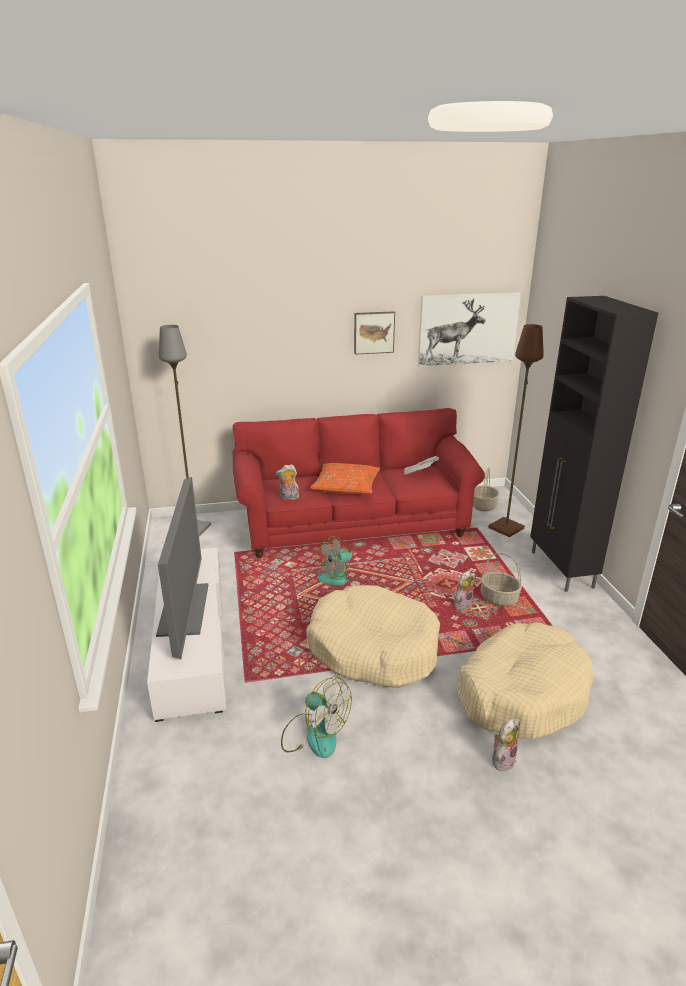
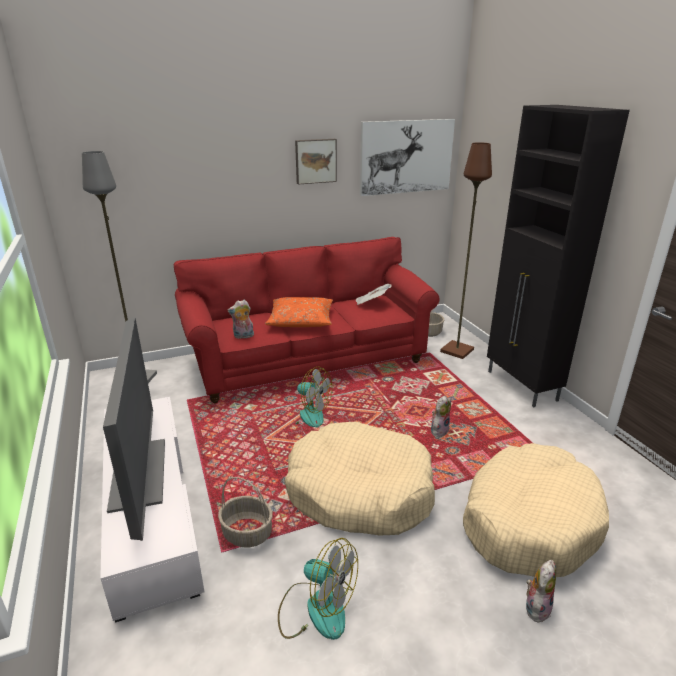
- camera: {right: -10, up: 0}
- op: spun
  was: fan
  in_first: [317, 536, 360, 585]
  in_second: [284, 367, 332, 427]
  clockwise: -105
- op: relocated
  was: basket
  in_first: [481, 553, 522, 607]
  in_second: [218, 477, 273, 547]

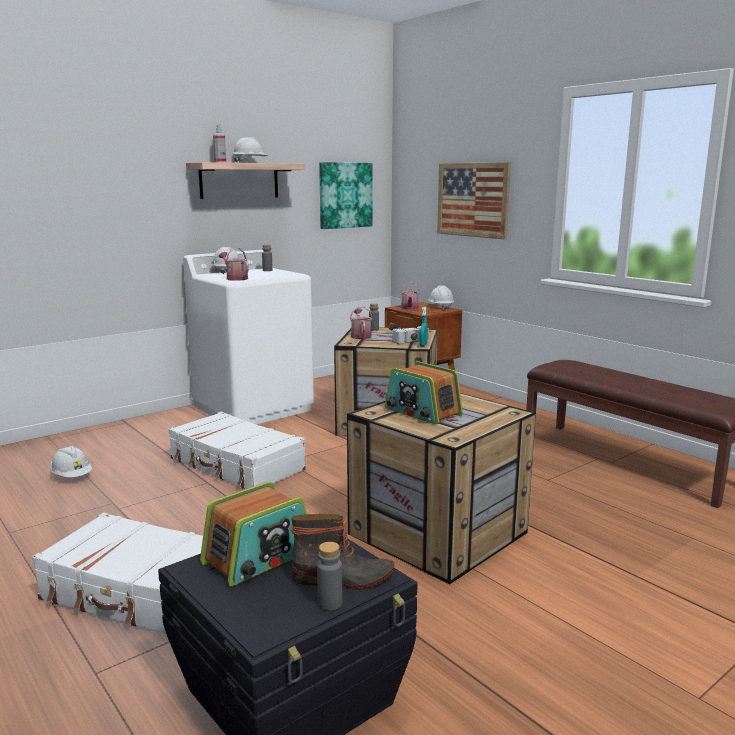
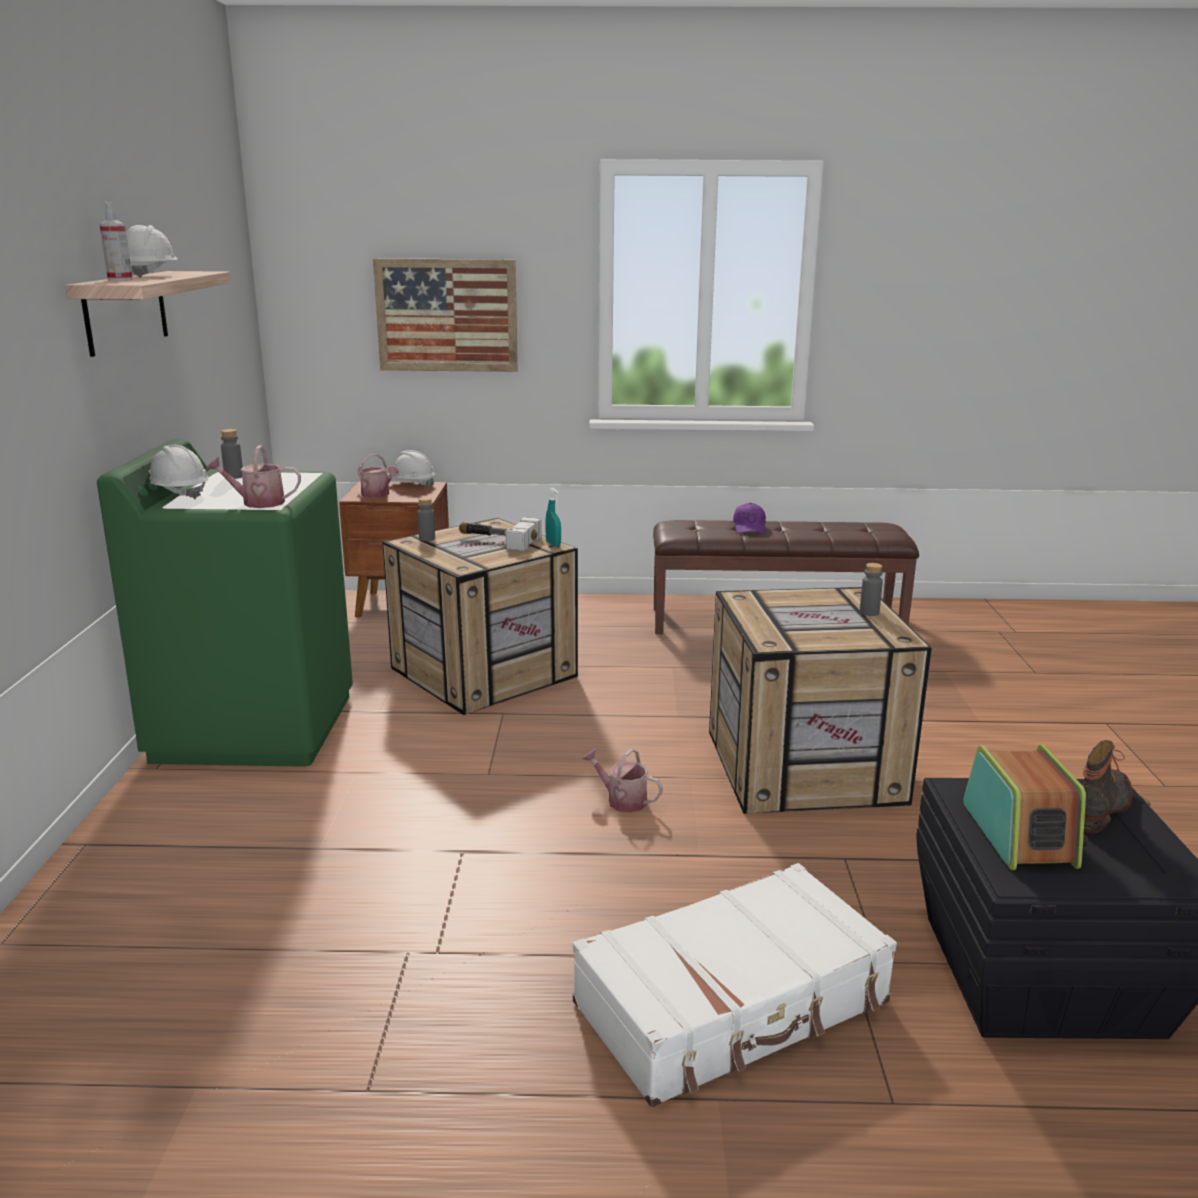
- camera: {right: -50, up: 5}
- op: missing
  was: picture
  in_first: [319, 162, 373, 229]
- op: colour
  was: white_washing_machine
  now: green_washing_machine
  in_first: [183, 250, 314, 424]
  in_second: [97, 439, 353, 767]
- op: relocated
  was: watering_can
  in_first: [350, 307, 373, 339]
  in_second: [582, 748, 663, 813]
- op: missing
  was: radio
  in_first: [385, 362, 463, 425]
- op: missing
  was: white_suitcase
  in_first: [168, 412, 306, 489]
- op: missing
  was: white_hard_hat
  in_first: [50, 446, 92, 478]
- op: relocated
  was: grey_bottle
  in_first: [317, 542, 342, 610]
  in_second: [859, 563, 883, 616]
- op: appeared
  now: purple_cap
  in_second: [733, 503, 766, 534]

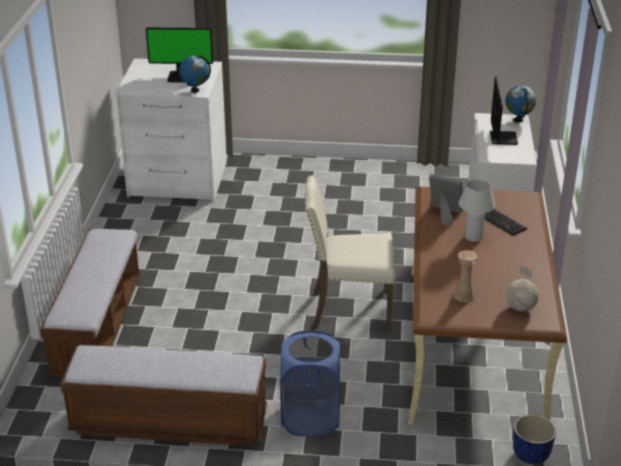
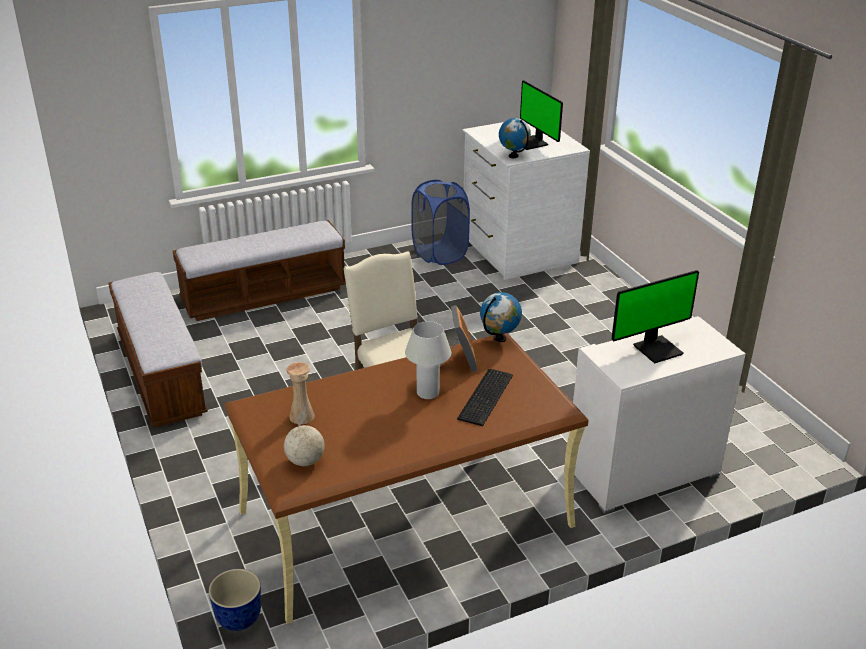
- camera: {right: 60, up: 0}
- op: relocated
  was: globe
  in_first: [505, 85, 536, 123]
  in_second: [480, 292, 522, 342]
- op: relocated
  was: blue_laundry_basket
  in_first: [280, 330, 340, 437]
  in_second: [411, 180, 470, 265]

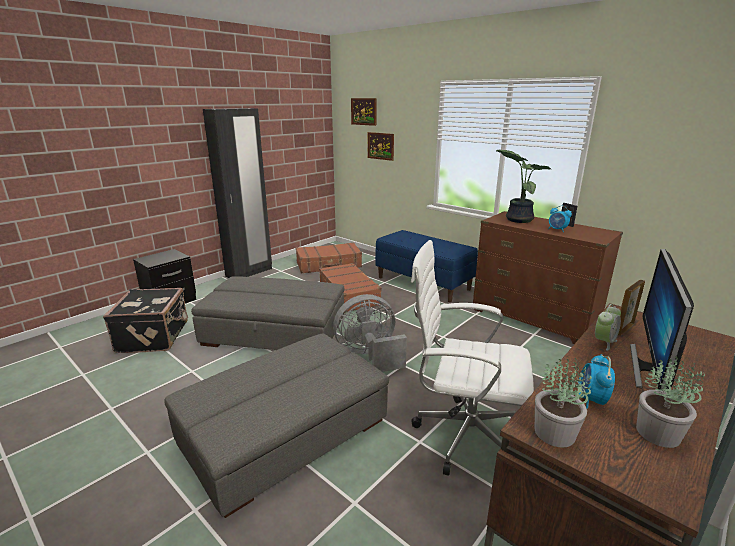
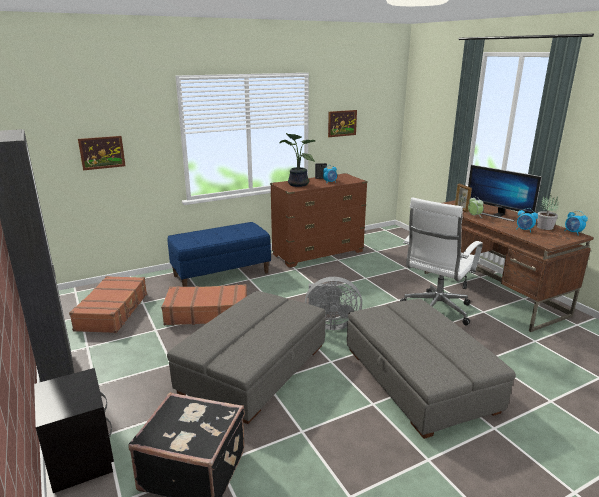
- camera: {right: -70, up: 0}
- op: relocated
  was: picture
  in_first: [351, 98, 377, 126]
  in_second: [328, 110, 357, 137]
- op: spun
  was: grey_fan
  in_first: [333, 294, 407, 372]
  in_second: [305, 277, 362, 330]
  clockwise: -90
- op: missing
  was: potted_plant
  in_first: [535, 358, 592, 447]
- op: appeared
  now: alarm_clock
  in_second: [565, 211, 588, 235]

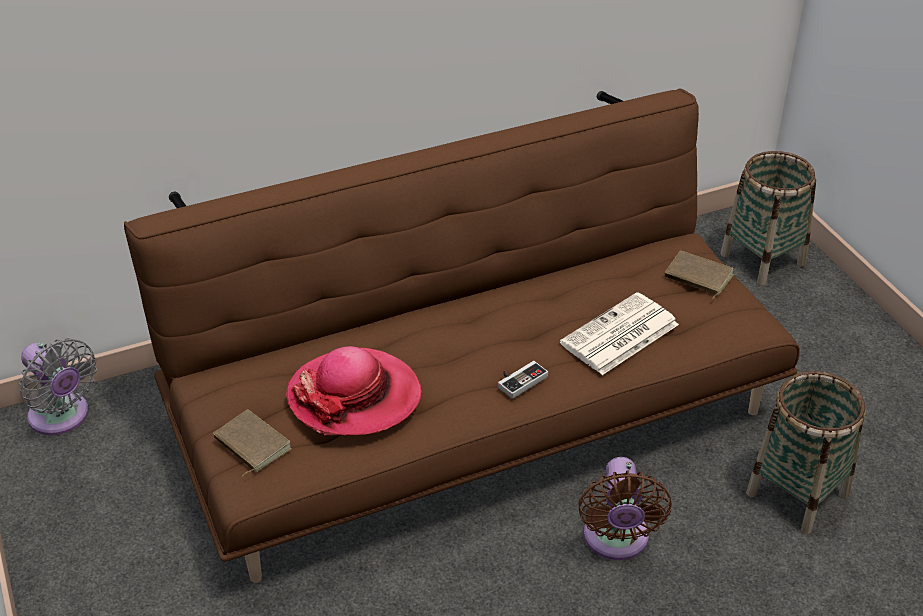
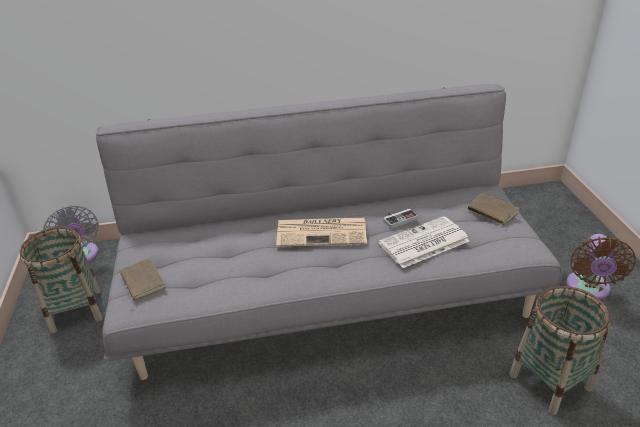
- camera: {right: 15, up: -5}
- op: colour
  was: brown_sofa
  now: grey_sofa
  in_first: [124, 88, 800, 583]
  in_second: [96, 84, 563, 380]
- op: relocated
  was: basket
  in_first: [720, 151, 816, 286]
  in_second: [20, 227, 103, 333]
- op: missing
  was: hat
  in_first: [286, 346, 422, 435]
- op: relocated
  was: game_controller
  in_first: [498, 361, 548, 399]
  in_second: [383, 209, 418, 229]
- op: relocated
  was: brown_fan
  in_first: [578, 457, 671, 560]
  in_second: [566, 234, 636, 300]
- op: appeared
  now: newspaper
  in_second: [276, 218, 367, 247]

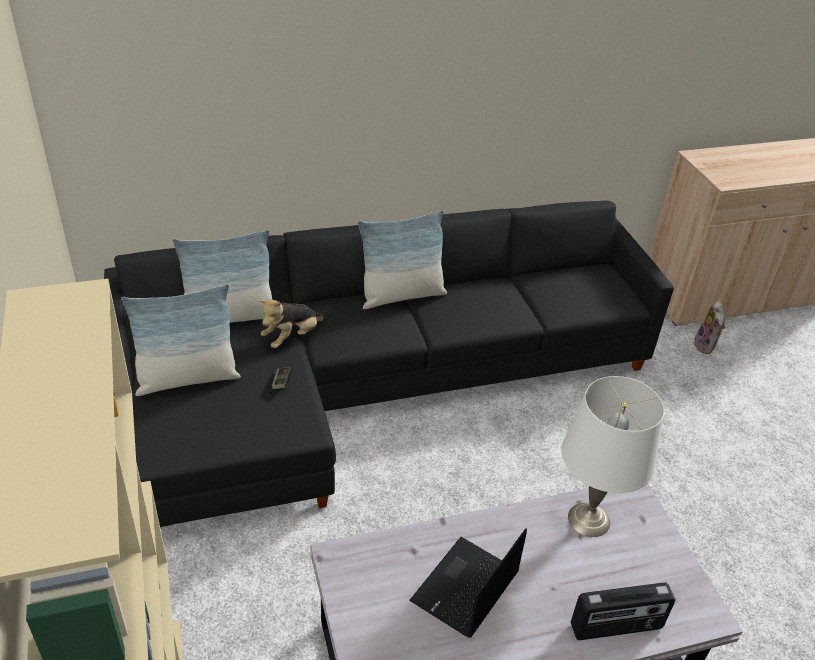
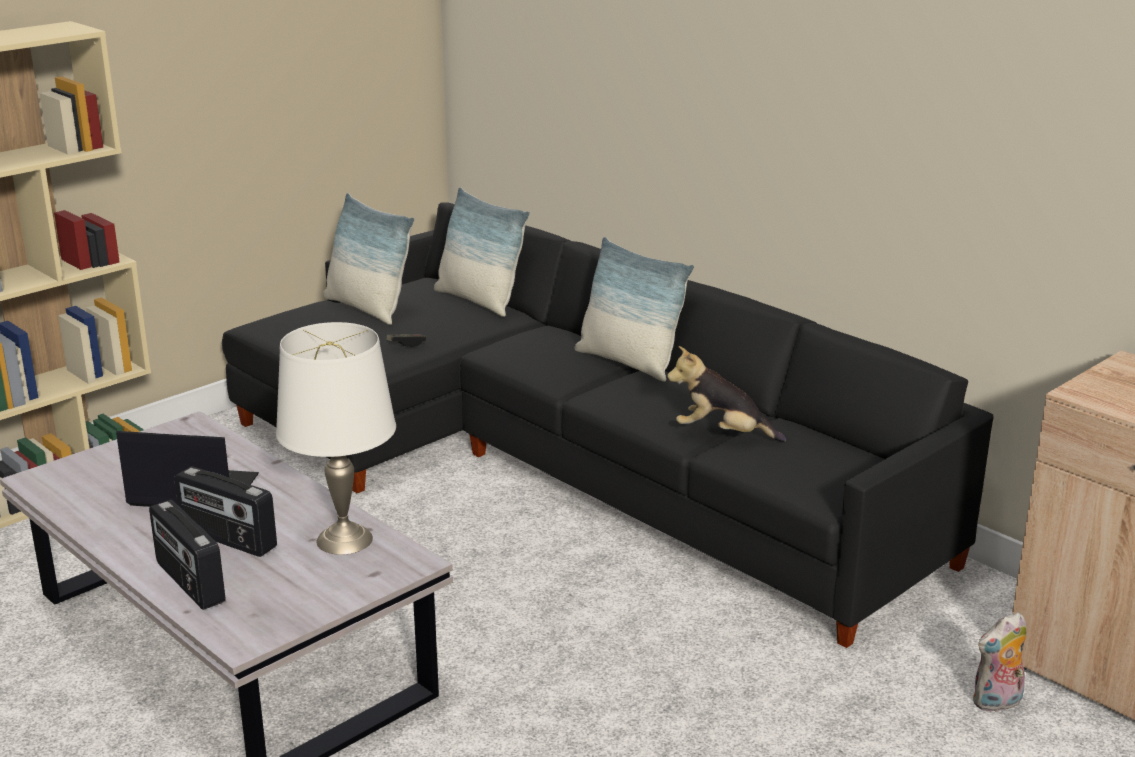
- camera: {right: 65, up: -15}
- op: relocated
  was: plush_toy
  in_first: [259, 300, 326, 348]
  in_second: [667, 346, 786, 442]
- op: appeared
  now: radio
  in_second: [174, 467, 277, 557]

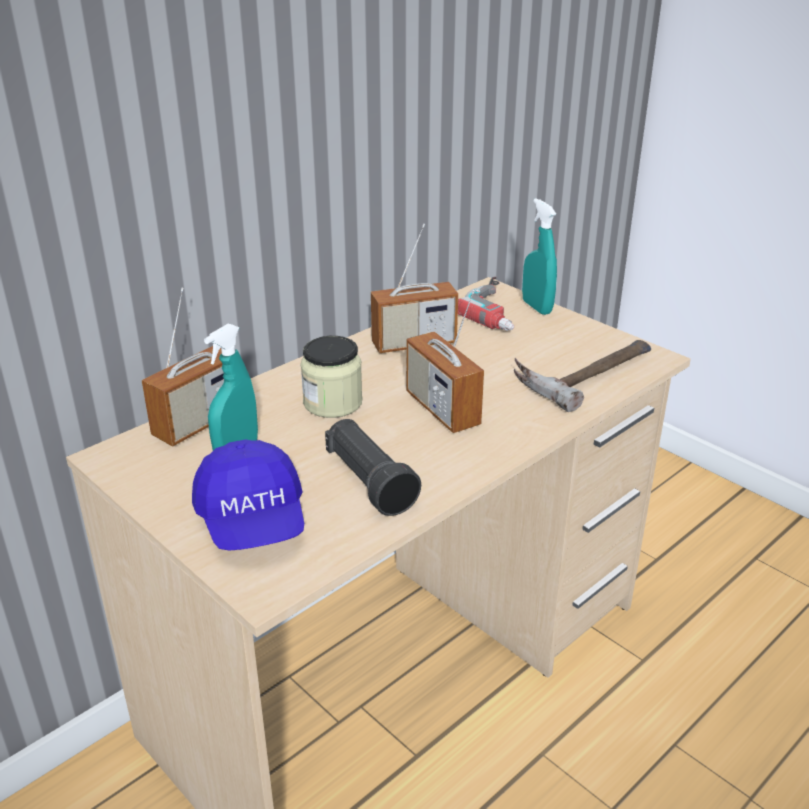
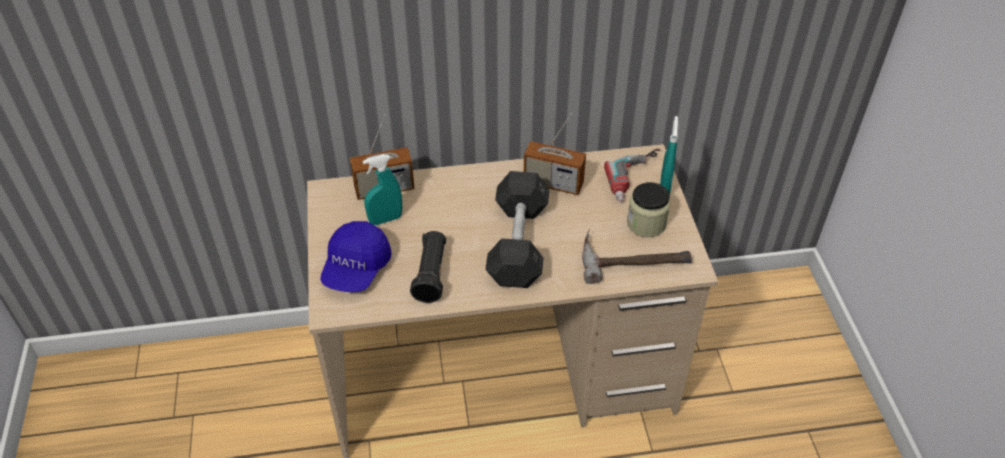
- camera: {right: 35, up: 15}
- op: exchanged
  was: radio
  now: grey_dumbbell
  in_first: [406, 290, 484, 433]
  in_second: [485, 171, 549, 288]
- op: relocated
  was: jar
  in_first: [301, 336, 362, 418]
  in_second: [627, 182, 670, 237]

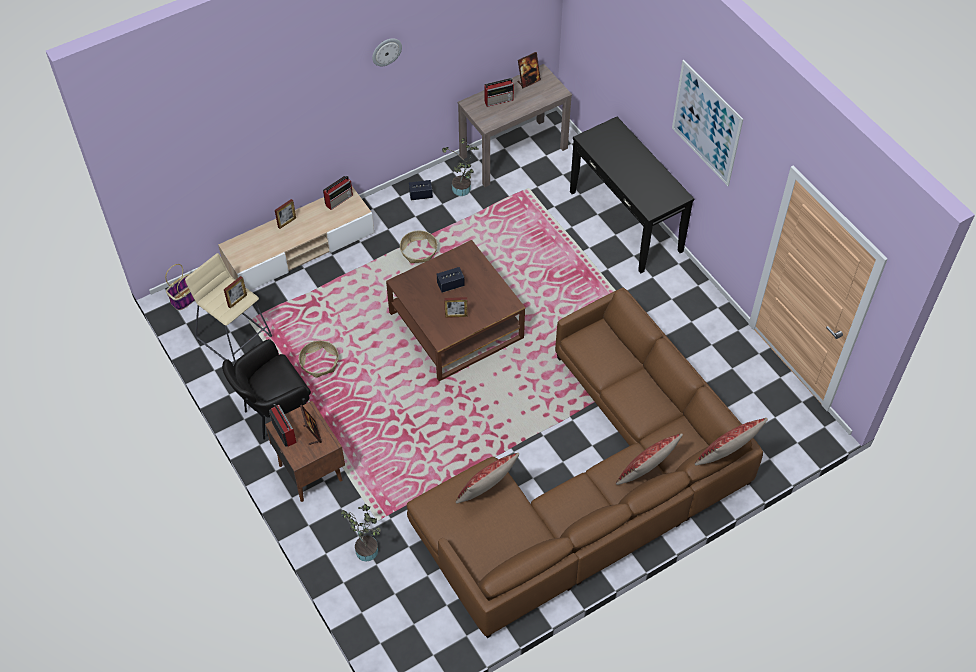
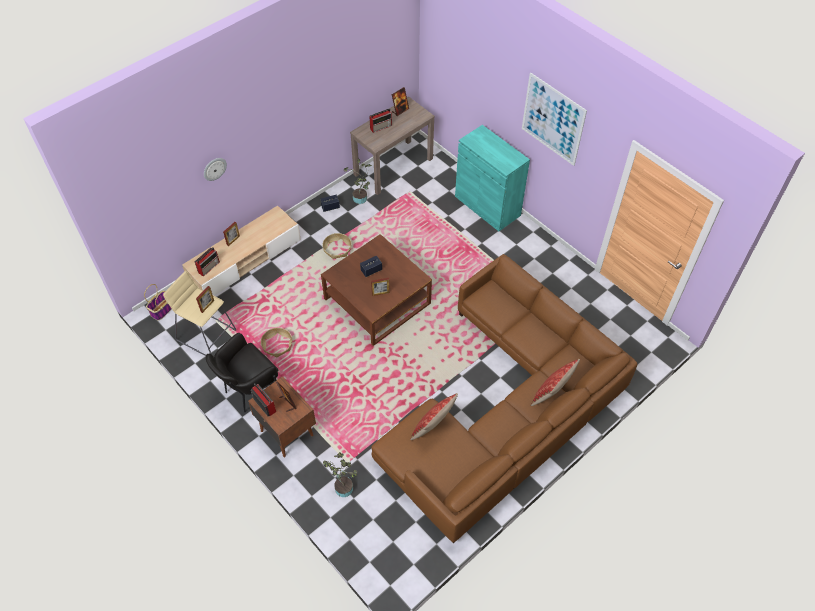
- camera: {right: -10, up: 0}
- op: relocated
  was: wall_clock
  in_first: [372, 38, 402, 66]
  in_second: [204, 158, 227, 181]
- op: exchanged
  was: black_console_table
  now: turquoise_cabinet
  in_first: [570, 117, 694, 273]
  in_second: [455, 125, 530, 231]
- op: relocated
  was: radio
  in_first: [323, 176, 353, 210]
  in_second: [194, 247, 220, 277]
- op: missing
  was: pillow
  in_first: [695, 418, 768, 466]

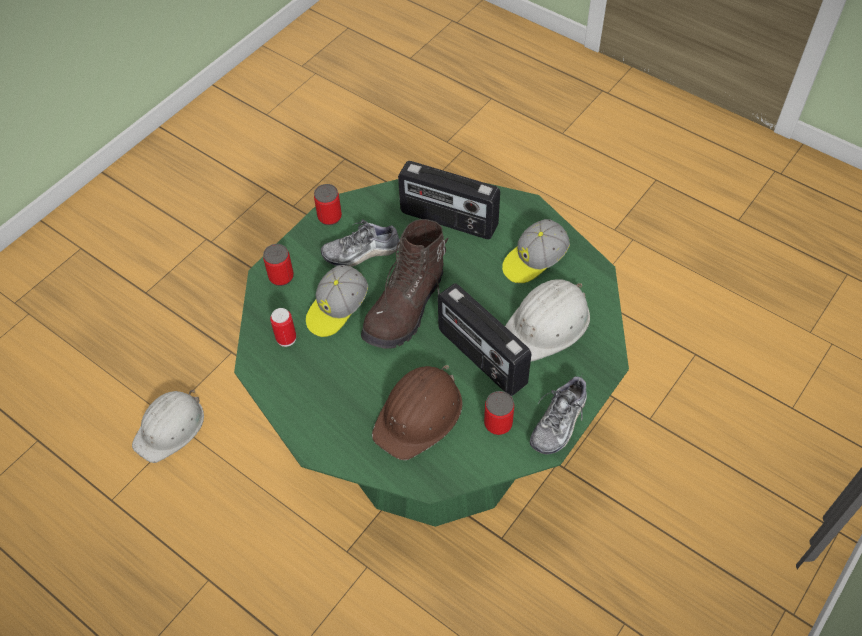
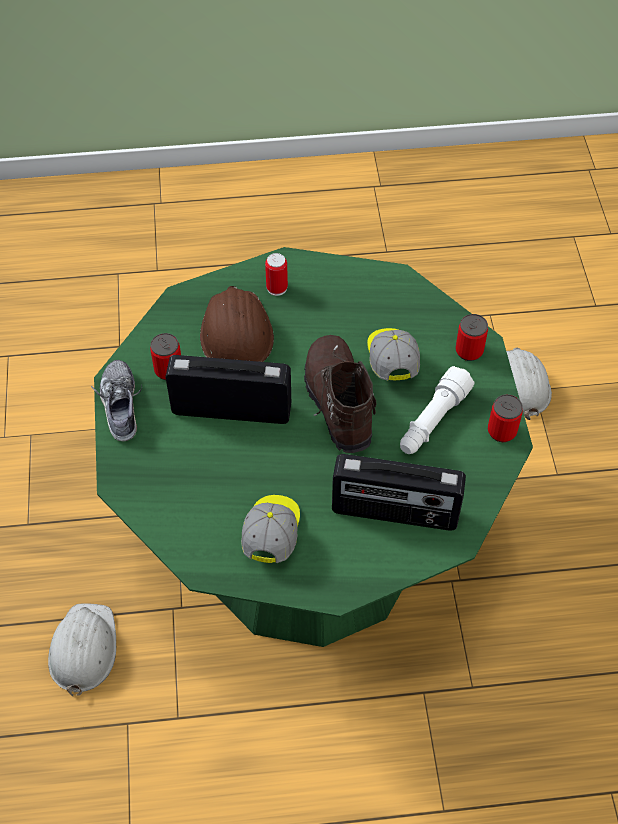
- camera: {right: 135, up: 0}
- op: spun
  was: radio
  in_first: [398, 161, 500, 239]
  in_second: [332, 454, 466, 531]
  clockwise: -150
- op: exchanged
  was: shoe
  now: white_flashlight
  in_first: [321, 219, 400, 267]
  in_second: [400, 366, 474, 454]
- op: relocated
  was: white_hard_hat
  in_first: [505, 279, 590, 361]
  in_second: [48, 603, 116, 697]
- op: relocated
  was: can
  in_first: [270, 308, 296, 347]
  in_second: [265, 253, 288, 296]

